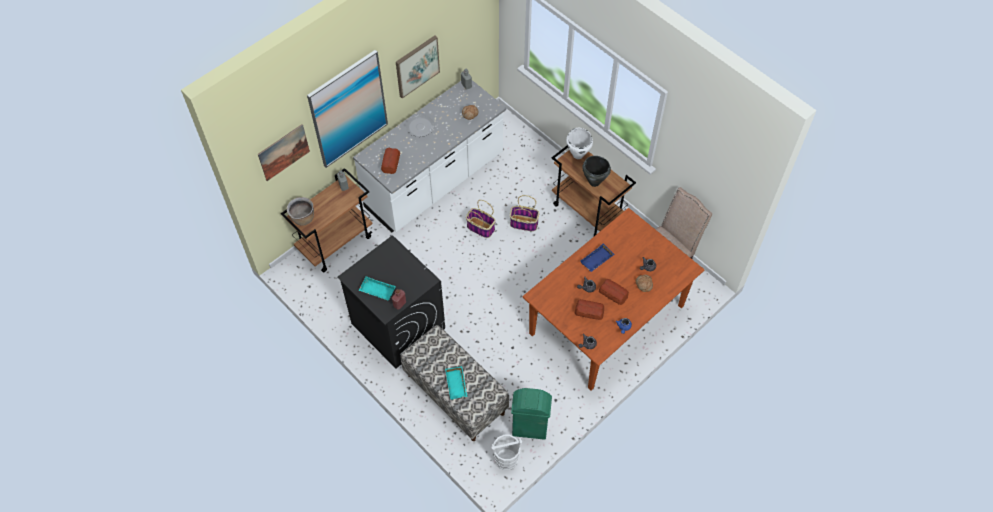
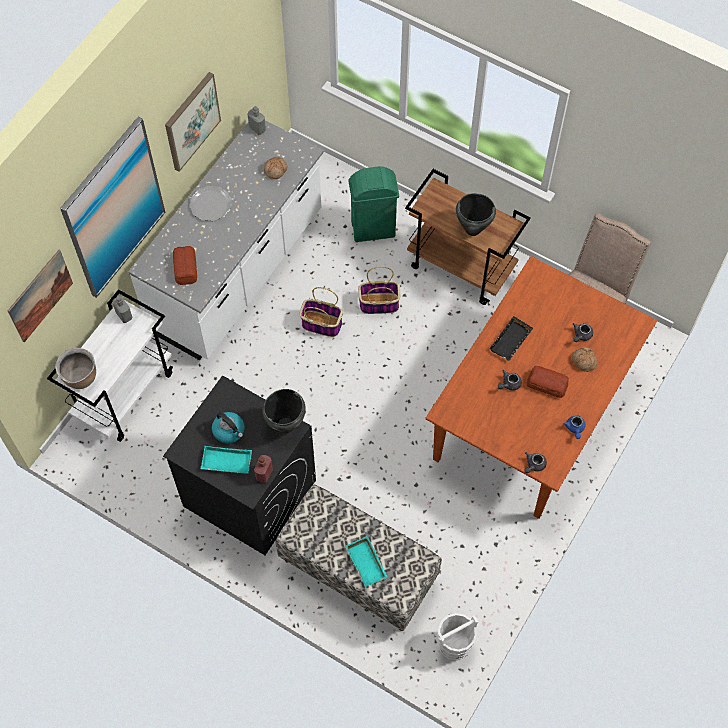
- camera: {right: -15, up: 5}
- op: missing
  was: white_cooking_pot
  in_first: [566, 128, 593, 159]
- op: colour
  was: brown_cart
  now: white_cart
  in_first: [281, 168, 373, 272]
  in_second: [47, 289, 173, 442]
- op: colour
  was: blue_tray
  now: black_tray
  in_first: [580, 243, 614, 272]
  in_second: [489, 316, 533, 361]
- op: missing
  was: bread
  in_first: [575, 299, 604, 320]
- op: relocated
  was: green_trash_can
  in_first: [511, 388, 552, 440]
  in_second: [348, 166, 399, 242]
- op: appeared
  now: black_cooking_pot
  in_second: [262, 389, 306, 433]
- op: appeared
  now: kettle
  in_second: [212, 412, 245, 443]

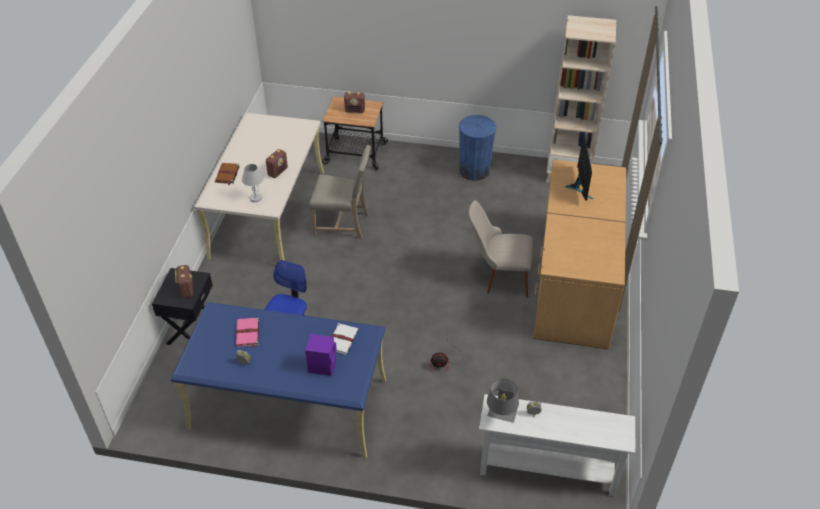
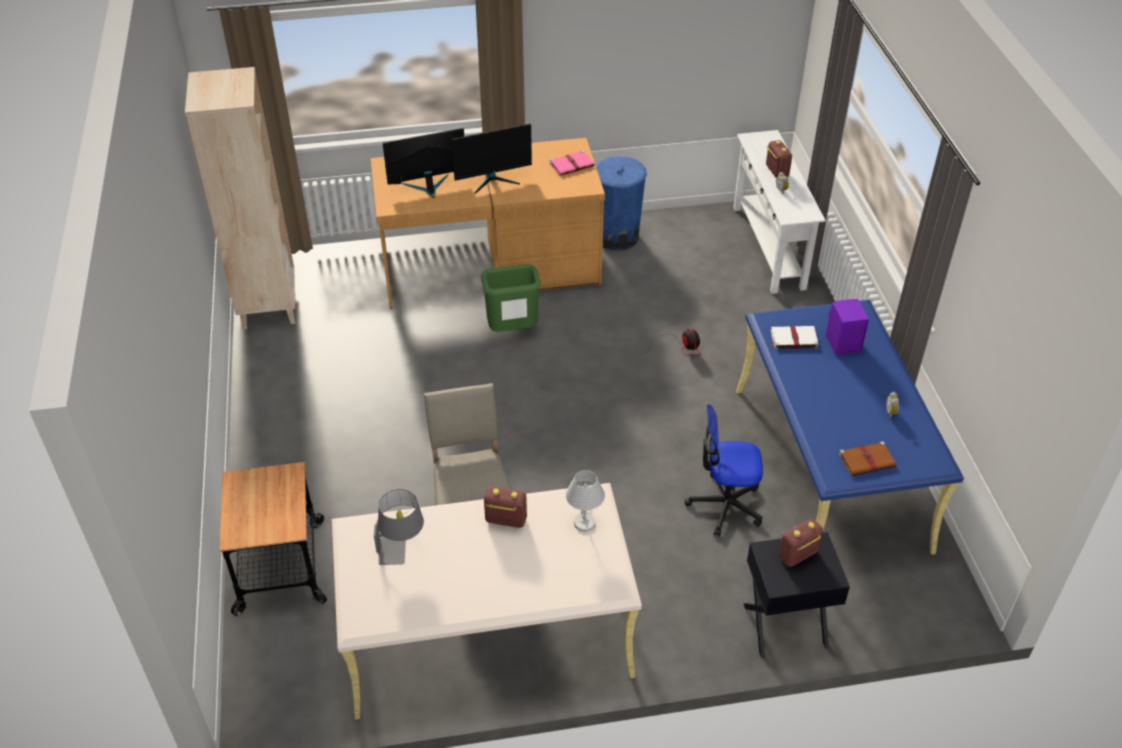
- camera: {right: -110, up: 0}
- op: relocated
  was: radio
  in_first: [344, 92, 365, 113]
  in_second: [766, 140, 792, 178]
- op: relocated
  was: blue_trash_can
  in_first: [459, 115, 496, 181]
  in_second: [596, 156, 647, 251]
- op: relocated
  was: brown_book
  in_first: [215, 163, 240, 185]
  in_second: [839, 441, 897, 476]
- op: exchanged
  was: beige_chair
  now: green_trash_can
  in_first: [469, 200, 533, 298]
  in_second: [481, 264, 541, 332]
- op: relocated
  was: pink_book
  in_first: [236, 317, 259, 348]
  in_second: [550, 150, 594, 176]
- op: relocated
  was: grey_table_lamp
  in_first: [487, 379, 519, 423]
  in_second: [374, 489, 424, 565]
- op: appeared
  now: monitor
  in_second: [452, 124, 532, 194]

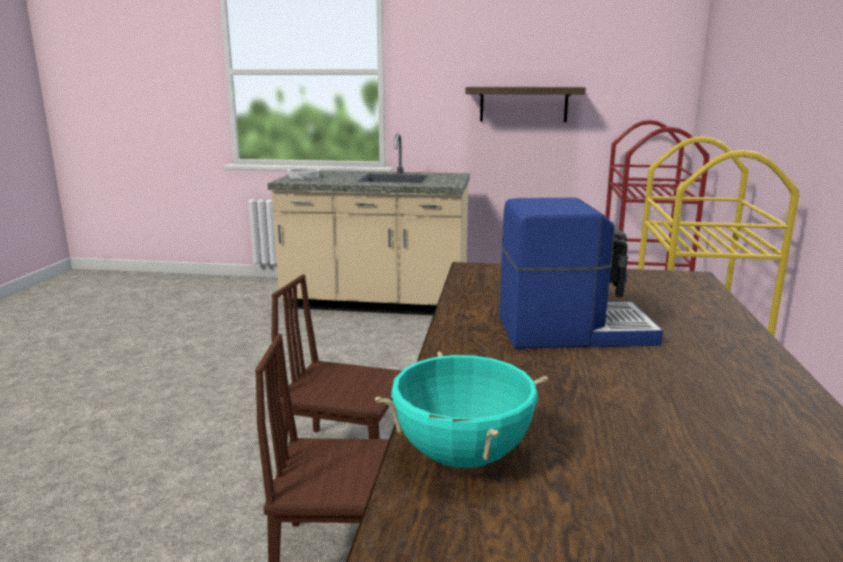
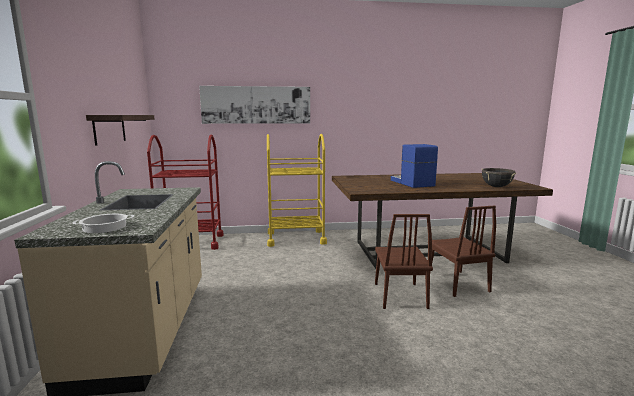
- camera: {right: -105, up: -5}
- op: colour
  was: turquoise_cooking_pot
  now: black_cooking_pot
  in_first: [375, 352, 548, 468]
  in_second: [482, 168, 517, 187]
- op: appeared
  now: picture
  in_second: [199, 86, 310, 124]

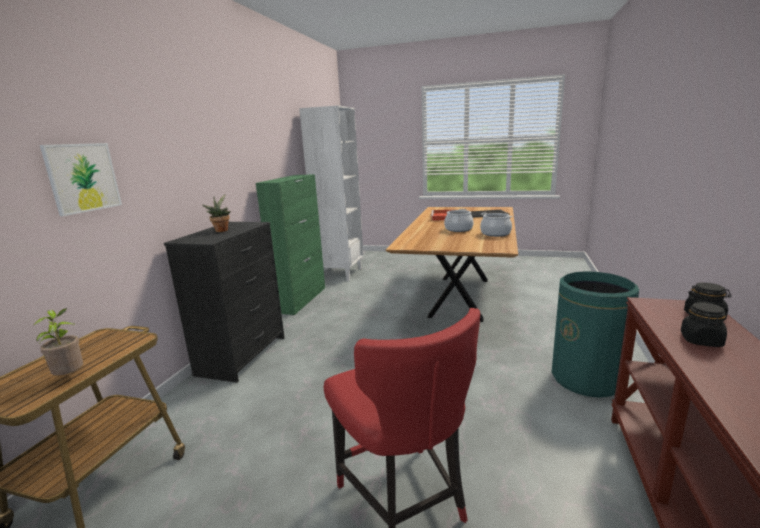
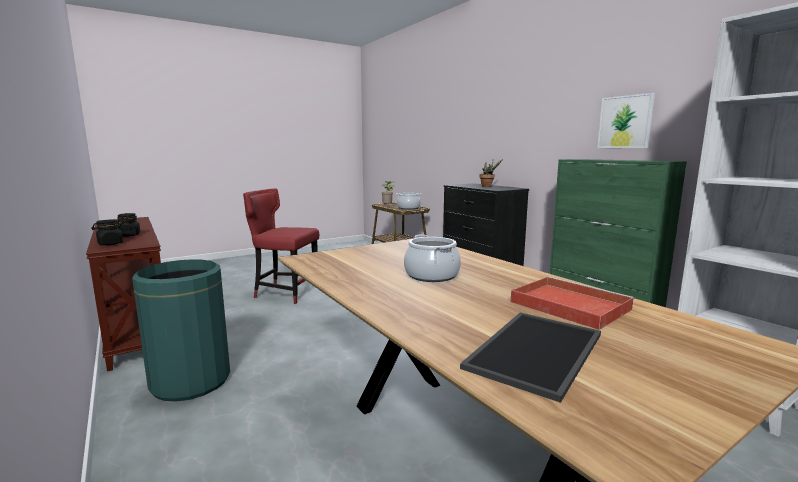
- camera: {right: 130, up: -5}
- op: relocated
  was: picture
  in_first: [40, 143, 122, 216]
  in_second: [597, 93, 655, 148]
- op: relocated
  was: cooking_pot
  in_first: [480, 213, 512, 237]
  in_second: [396, 193, 422, 210]

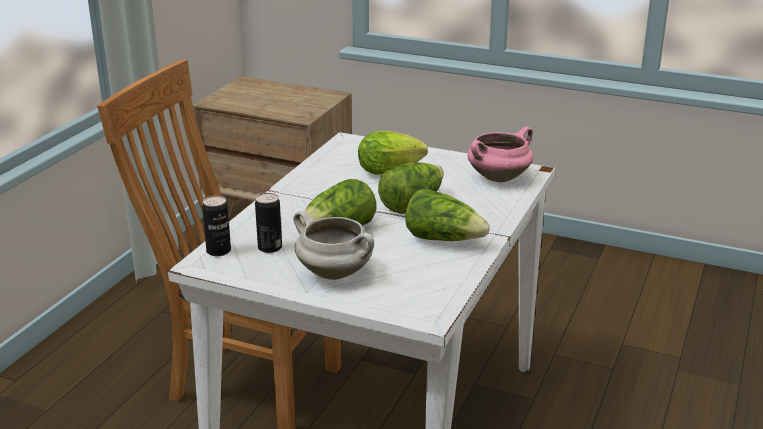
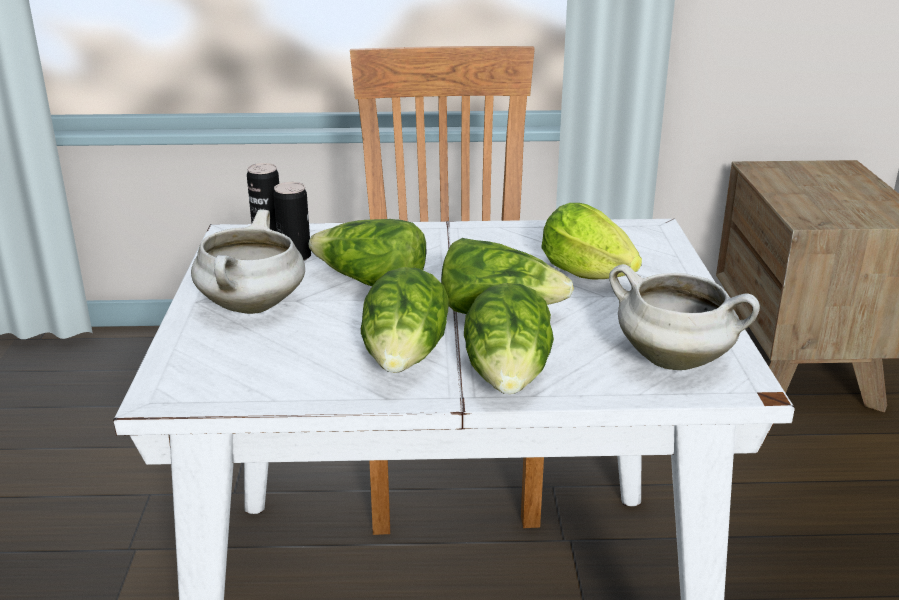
- camera: {right: 65, up: 0}
- op: colour
  was: pink_cooking_pot
  now: white_cooking_pot
  in_first: [467, 126, 533, 183]
  in_second: [609, 264, 760, 370]
- op: appeared
  now: lettuce
  in_second: [464, 283, 554, 394]

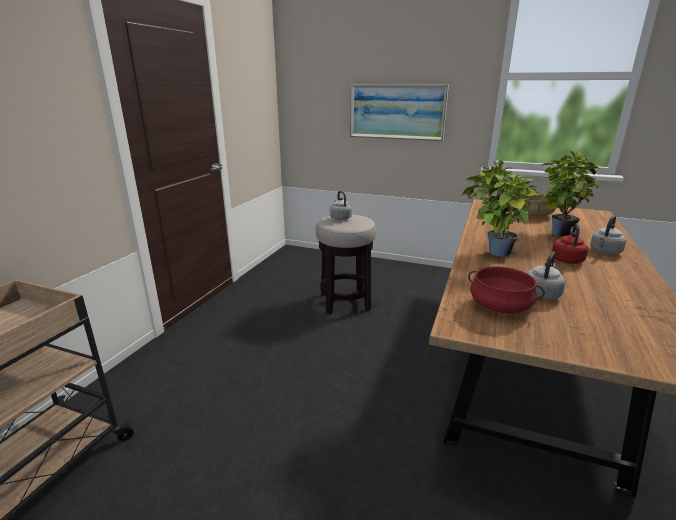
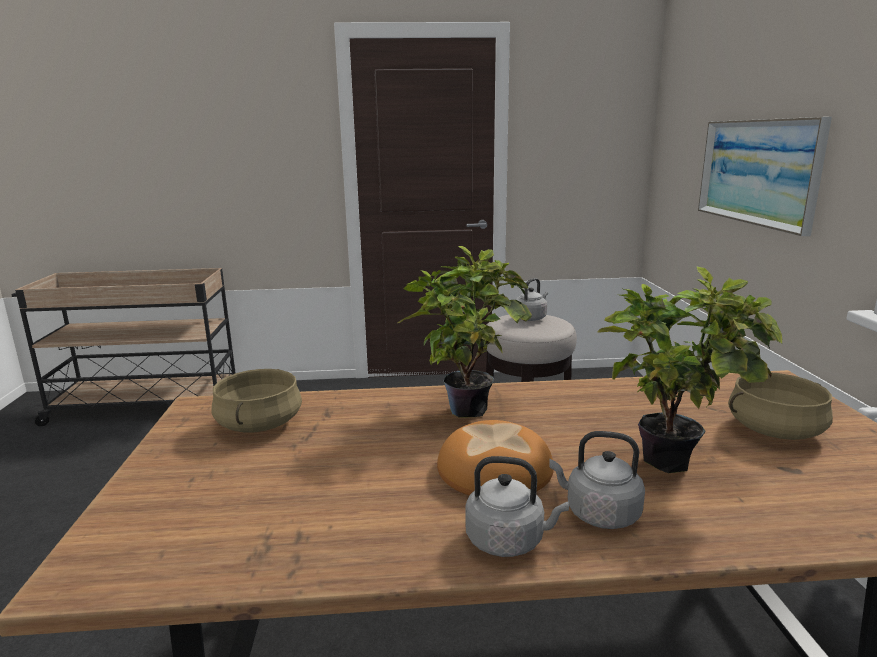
- camera: {right: 65, up: -5}
- op: exchanged
  was: red_kettle
  now: bread
  in_first: [552, 223, 588, 264]
  in_second: [437, 420, 554, 495]
- op: relocated
  was: grey_kettle
  in_first: [526, 251, 565, 300]
  in_second: [465, 456, 569, 557]
- op: colour
  was: red_cooking_pot
  now: beige_cooking_pot
  in_first: [468, 266, 545, 313]
  in_second: [212, 369, 302, 433]

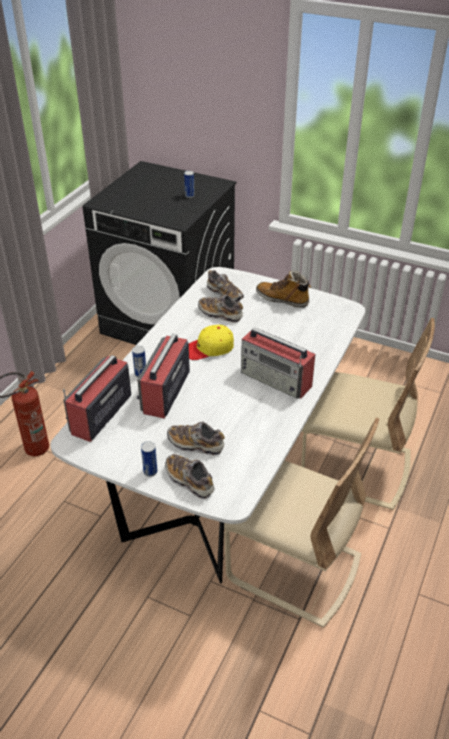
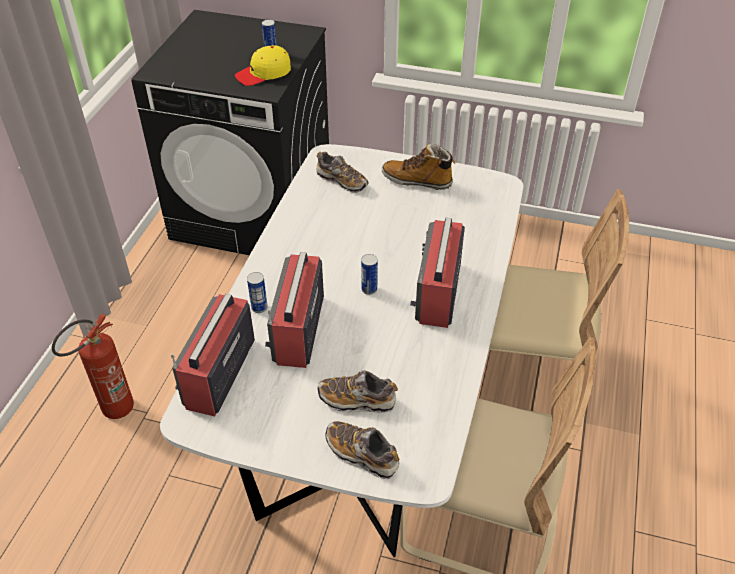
- camera: {right: -10, up: 5}
- op: missing
  was: shoe
  in_first: [198, 294, 243, 323]
- op: relocated
  was: yellow_cap
  in_first: [189, 325, 234, 360]
  in_second: [235, 45, 291, 86]
- op: spun
  was: radio
  in_first: [241, 327, 315, 398]
  in_second: [410, 218, 465, 328]
  clockwise: 75
- op: relocated
  was: can
  in_first: [141, 441, 158, 477]
  in_second: [361, 254, 378, 295]

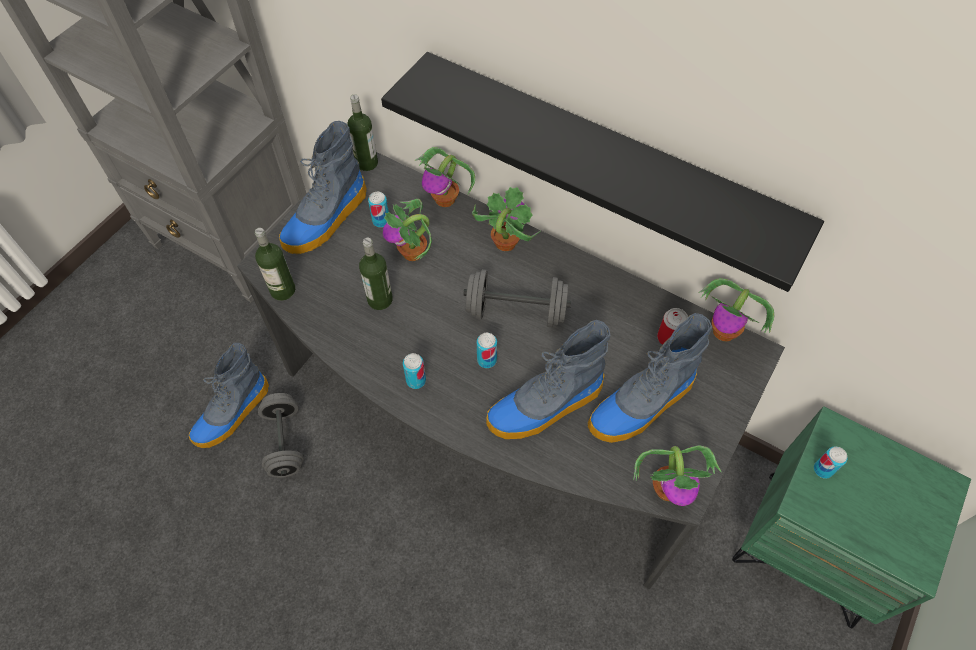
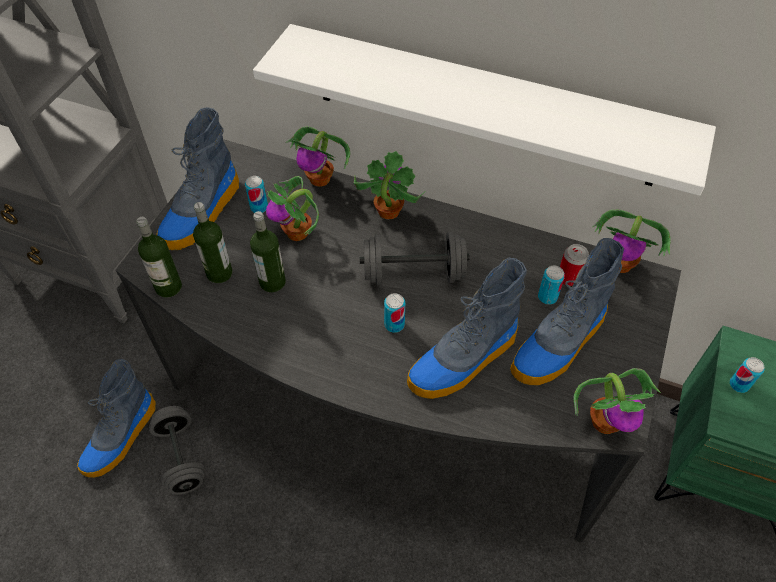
- camera: {right: -10, up: -5}
- op: colour
  was: black_shelf
  now: white_shelf
  in_first: [381, 52, 824, 292]
  in_second: [253, 24, 716, 196]
- op: relocated
  was: bottle
  in_first: [347, 94, 378, 171]
  in_second: [193, 202, 232, 283]
- op: relocated
  was: can
  in_first: [403, 353, 426, 389]
  in_second: [538, 266, 565, 304]

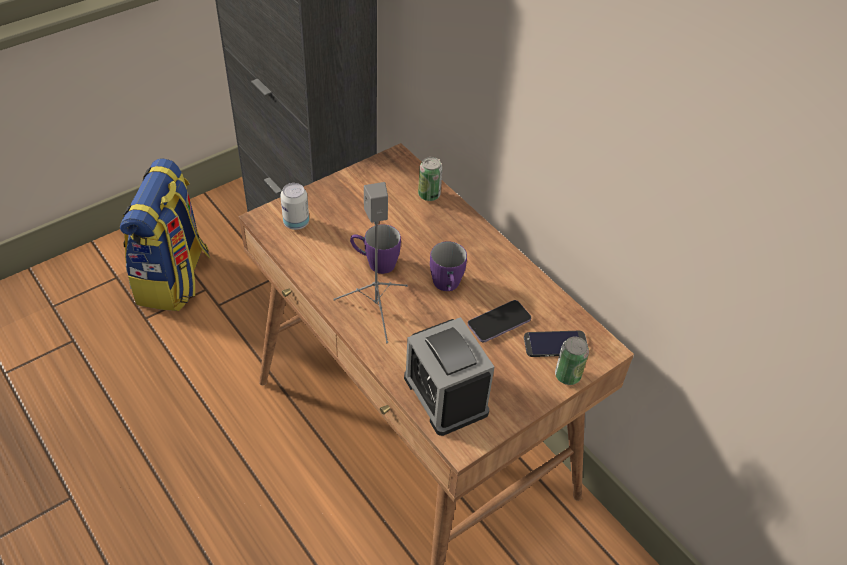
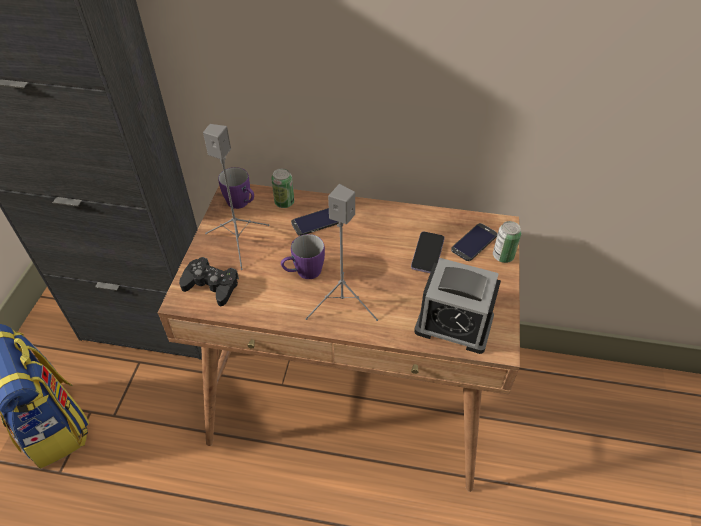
- camera: {right: -40, up: 0}
- op: exchanged
  was: can
  now: black_game_controller
  in_first: [280, 183, 309, 230]
  in_second: [179, 257, 239, 306]
- op: relocated
  was: purple_mug
  in_first: [430, 241, 467, 291]
  in_second: [218, 167, 254, 209]
- op: appeared
  now: grey_speaker
  in_second: [203, 124, 270, 270]
- op: appeared
  now: phone
  in_second: [291, 208, 339, 236]

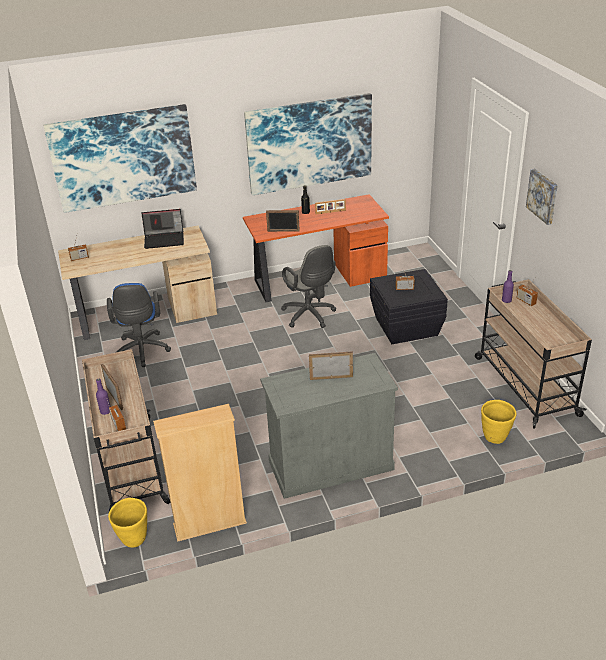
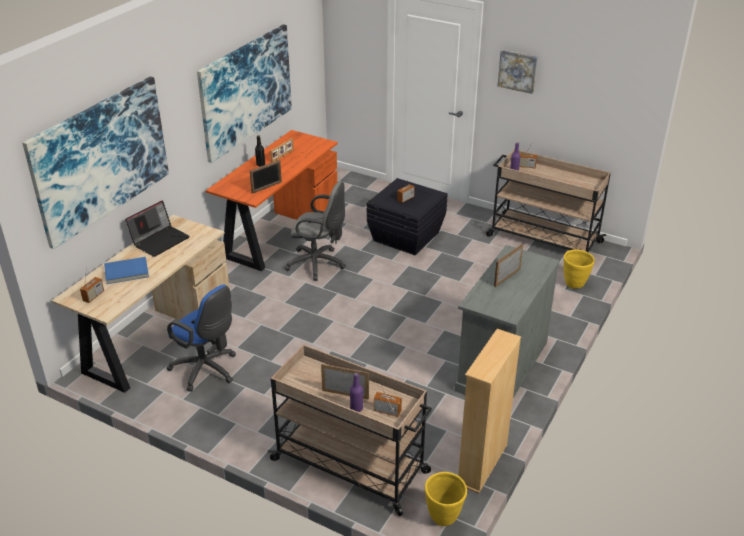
- camera: {right: -45, up: 0}
- op: appeared
  now: blue_book
  in_second: [104, 257, 149, 284]

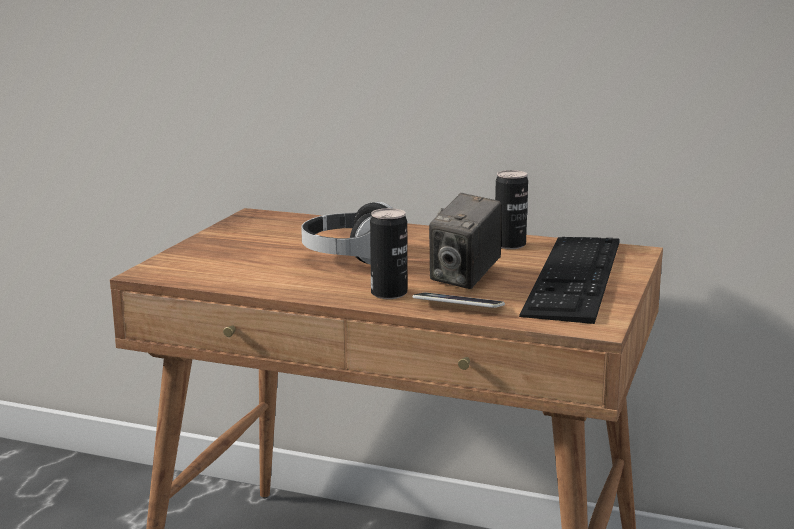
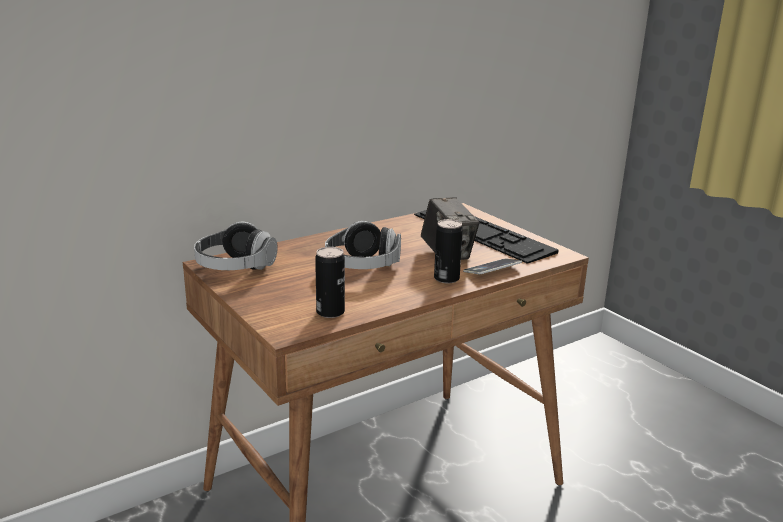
- camera: {right: -55, up: 5}
- op: relocated
  was: can
  in_first: [495, 170, 528, 249]
  in_second: [315, 247, 345, 318]
- op: appeared
  now: headphones
  in_second: [194, 221, 278, 270]

